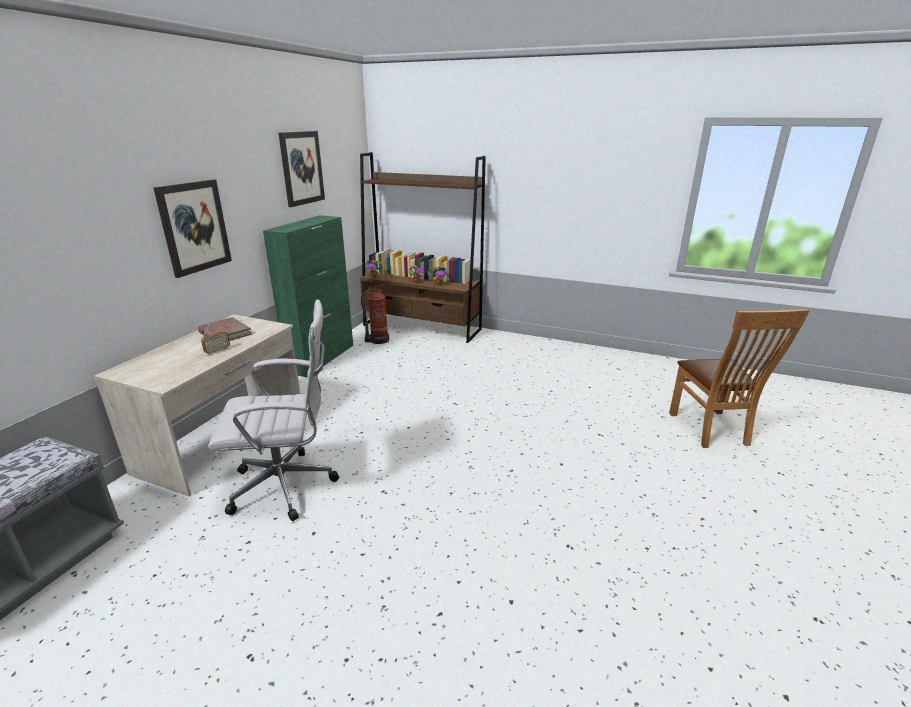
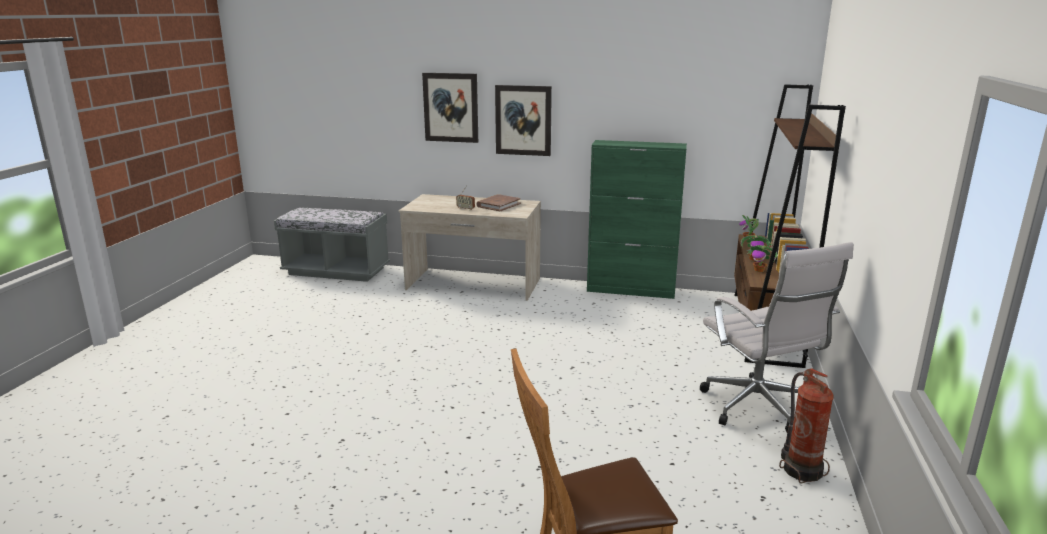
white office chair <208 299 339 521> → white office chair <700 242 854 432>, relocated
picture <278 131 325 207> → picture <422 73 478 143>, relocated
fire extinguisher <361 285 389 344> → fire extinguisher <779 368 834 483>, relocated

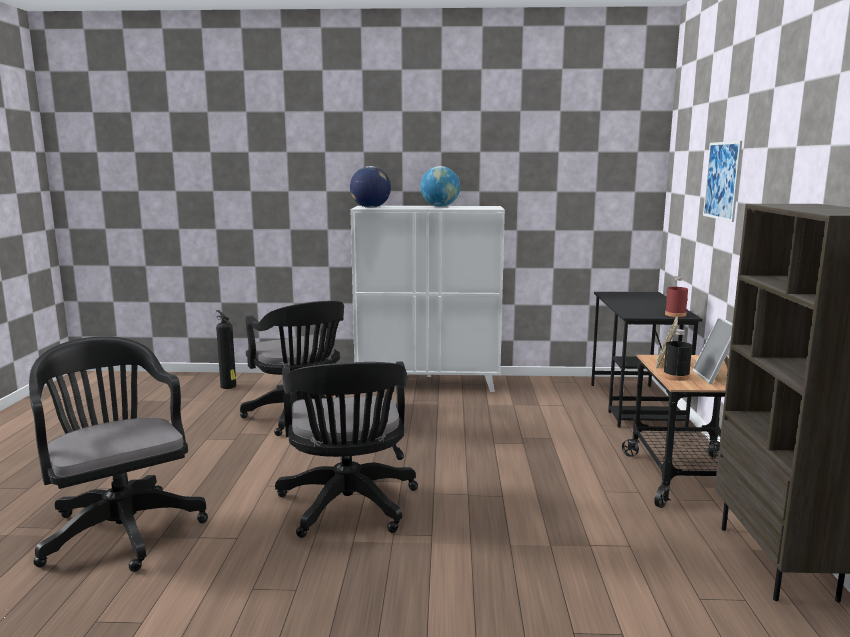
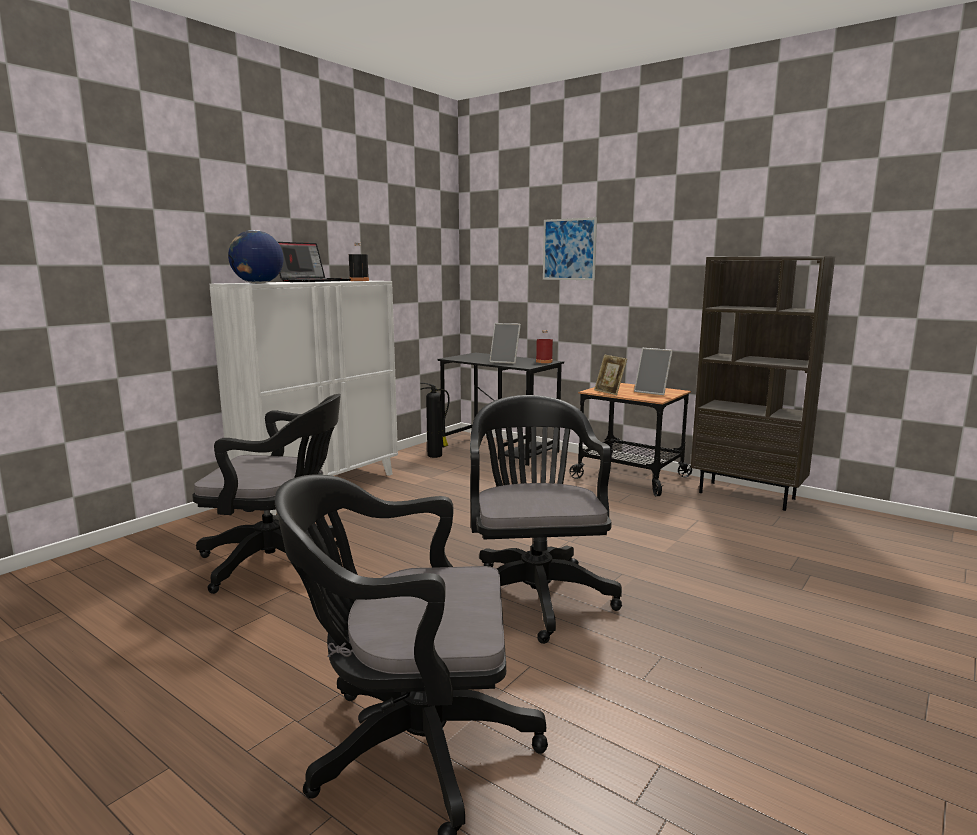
fire extinguisher <216 310 236 389> → fire extinguisher <420 382 450 458>, relocated
black office chair <275 361 418 538> → black office chair <470 395 622 644>, 120 degrees counterclockwise
globe <421 166 460 207> → laptop <278 242 351 282>
black bottle <663 329 692 381> → black bottle <349 243 369 281>, relocated
- → picture frame <489 323 521 364>

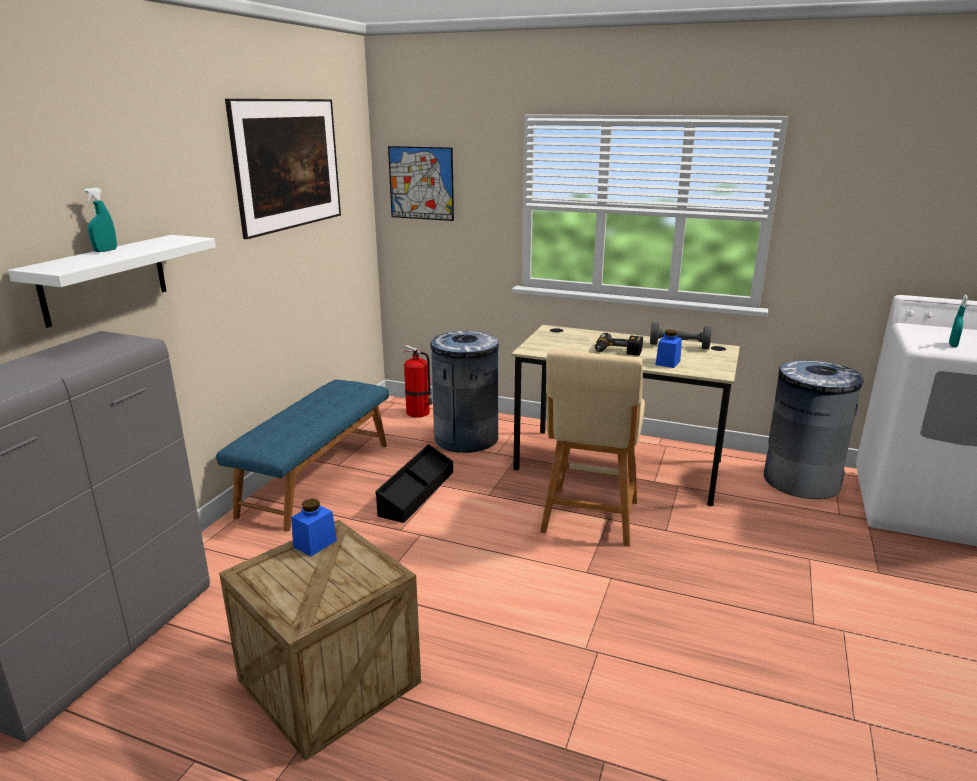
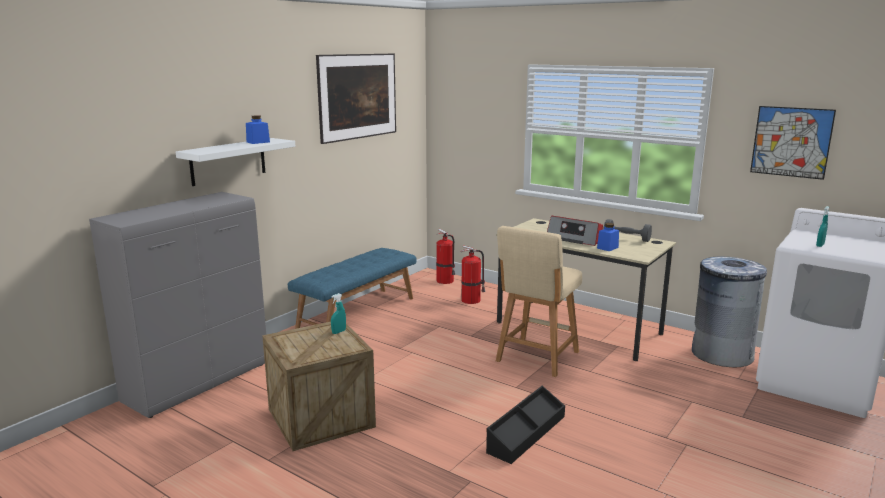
turquoise spray bottle <83 188 117 252> → turquoise spray bottle <331 293 346 334>, relocated
blue jar <291 499 337 556> → blue jar <246 115 270 144>, relocated
black storage box <375 444 453 523> → black storage box <486 386 565 464>, relocated
picture <388 146 454 221> → picture <750 106 836 180>, relocated
grey trash can <430 331 499 453> → fire extinguisher <461 245 485 304>
power drill <595 333 643 356> → radio <547 216 603 246>

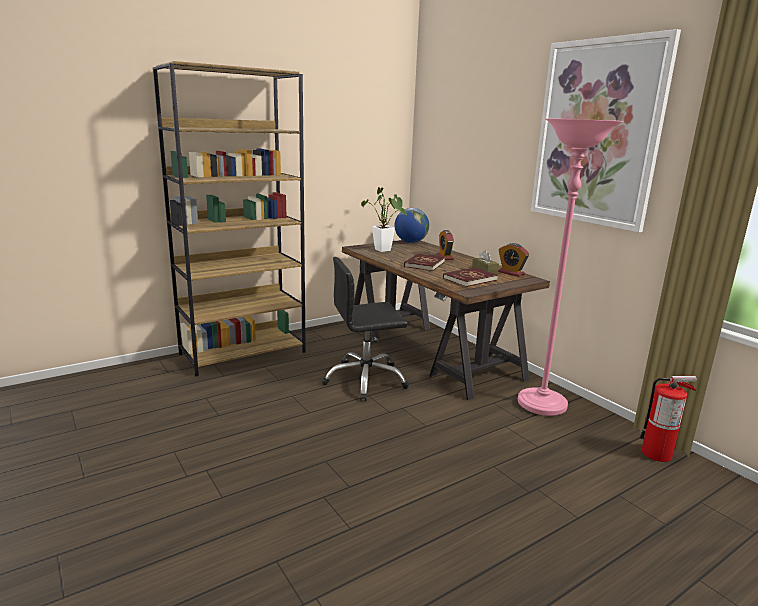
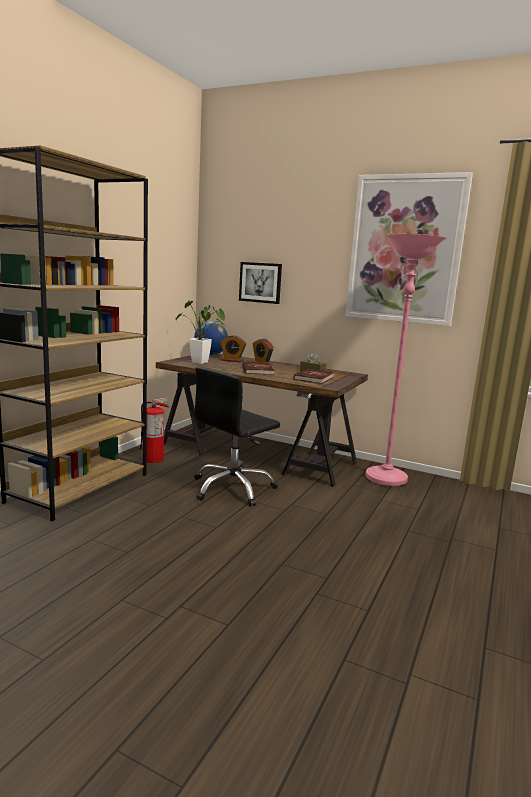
alarm clock <498 243 529 277> → alarm clock <220 335 246 362>, relocated
fire extinguisher <639 376 697 462> → fire extinguisher <139 397 169 463>, relocated
- → picture <239 262 282 304>

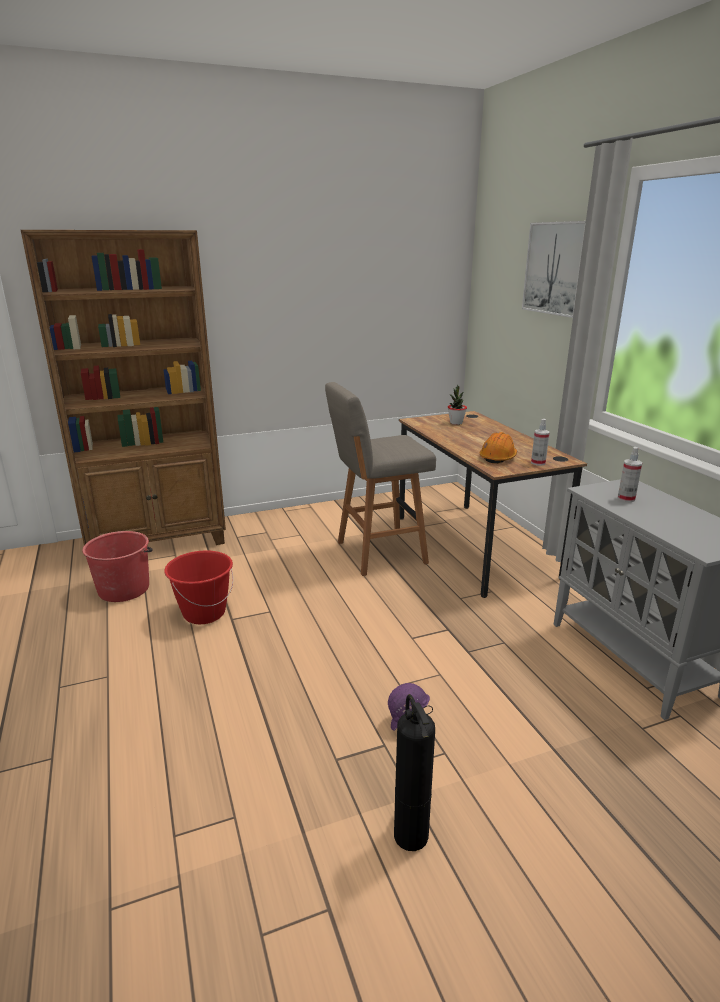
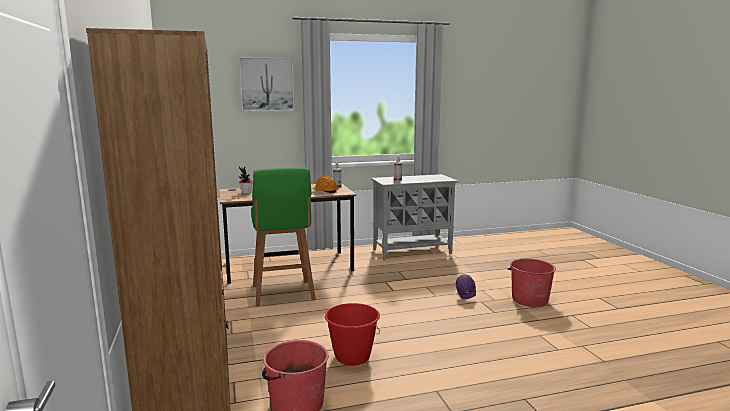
grey stool <325 382 436 576> → green stool <251 168 316 306>
fire extinguisher <394 694 435 851> → red bucket <508 259 556 307>

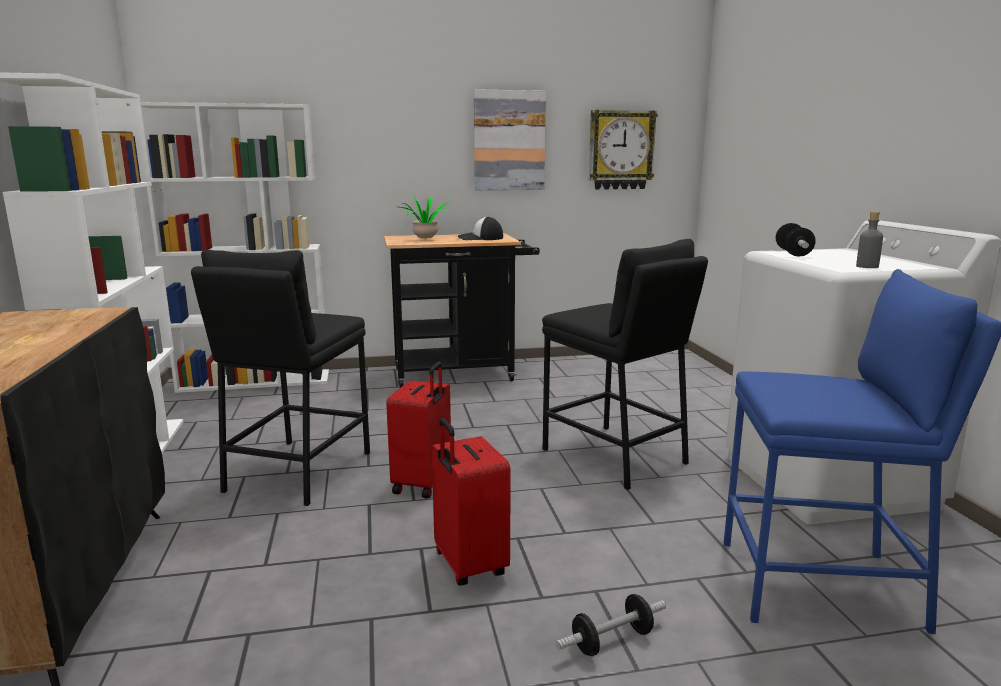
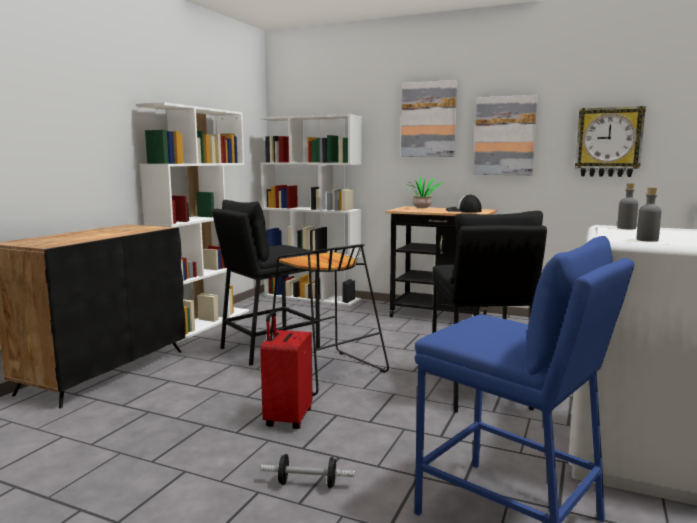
red suitcase <386 362 451 499> → black stool <270 244 389 396>
dumbbell <776 223 816 257> → grey bottle <617 183 638 229>
- → picture <401 80 457 157>

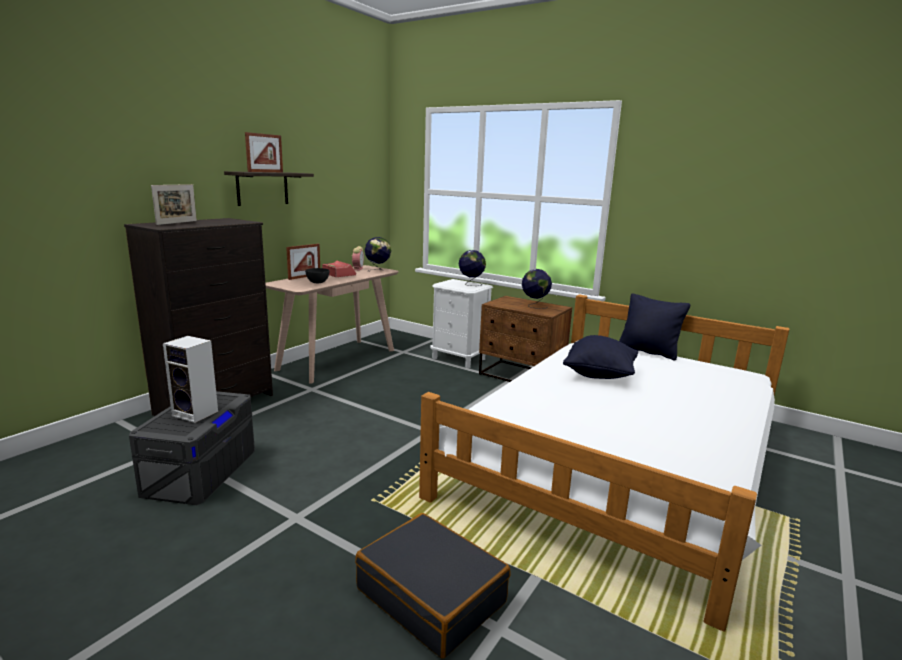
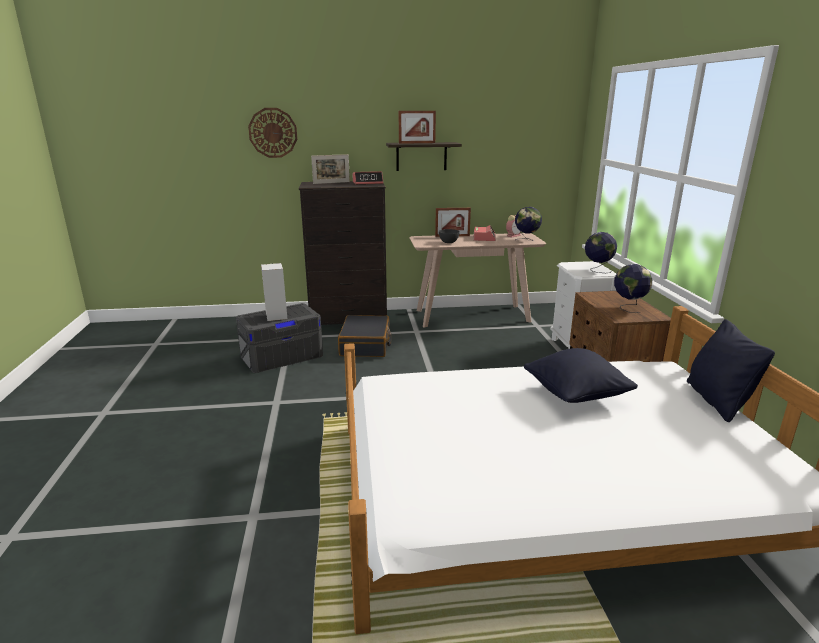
black suitcase <355 513 511 659> → black suitcase <338 315 391 357>, relocated
- → wall clock <248 108 298 158>
- → alarm clock <352 171 383 185>

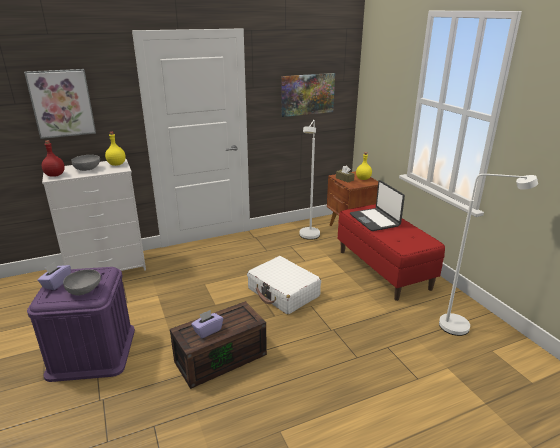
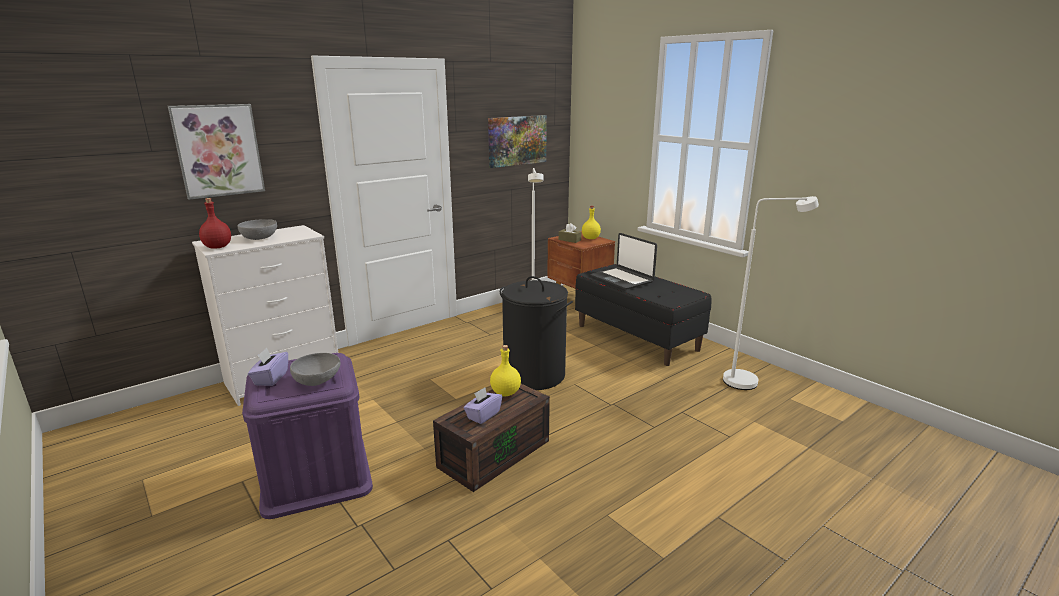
yellow bottle <105 132 126 166> → yellow bottle <490 345 521 397>, relocated
white suitcase <247 256 321 315> → black laundry basket <500 276 573 390>
red bench <338 204 445 301> → black bench <575 264 712 366>

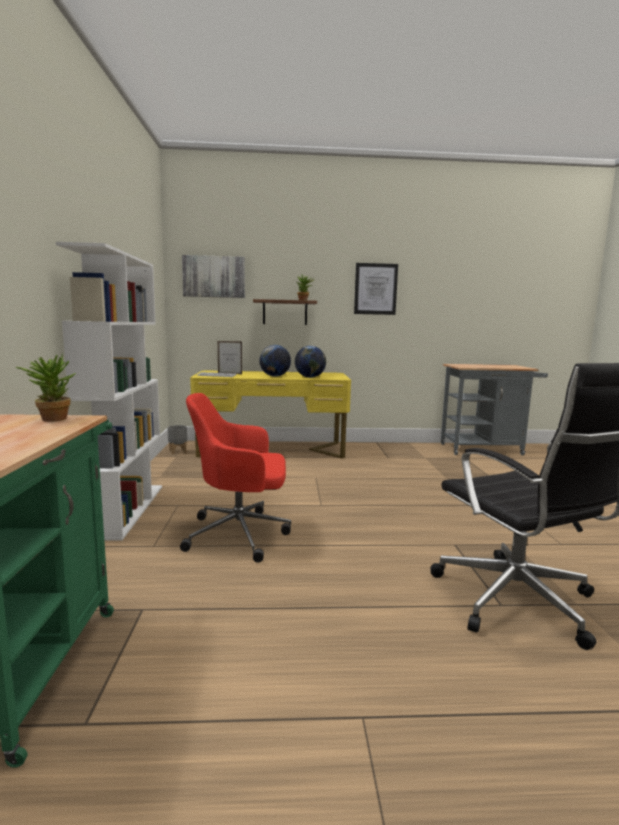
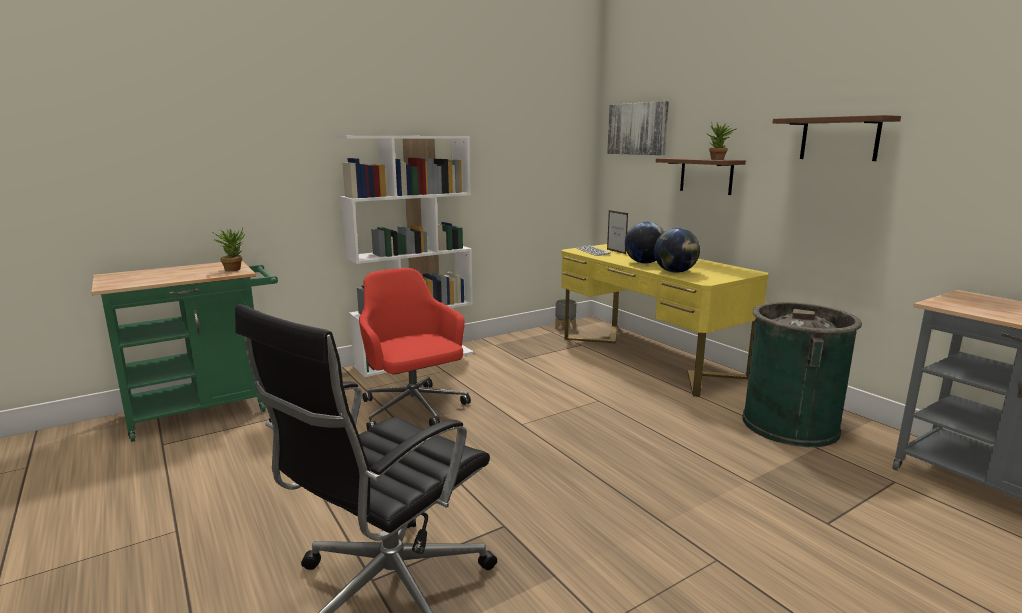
picture <354 263 398 315> → brown shelf <773 115 901 161>
- → green trash can <742 302 862 447>

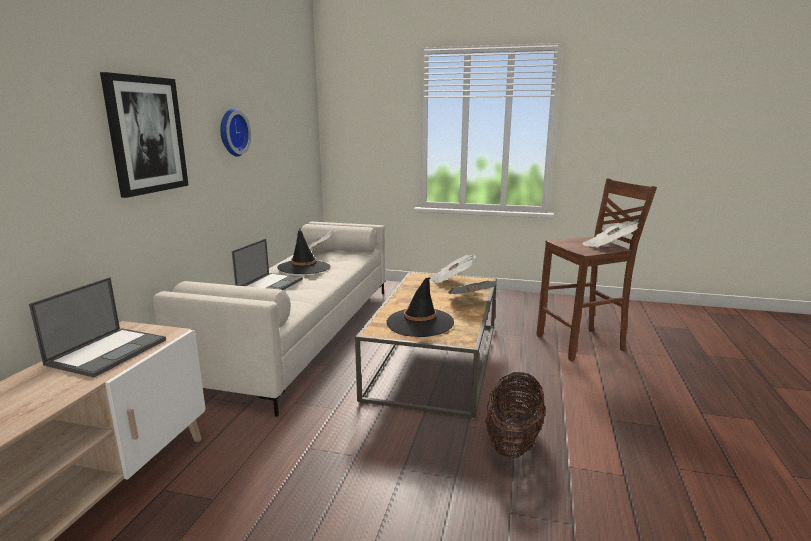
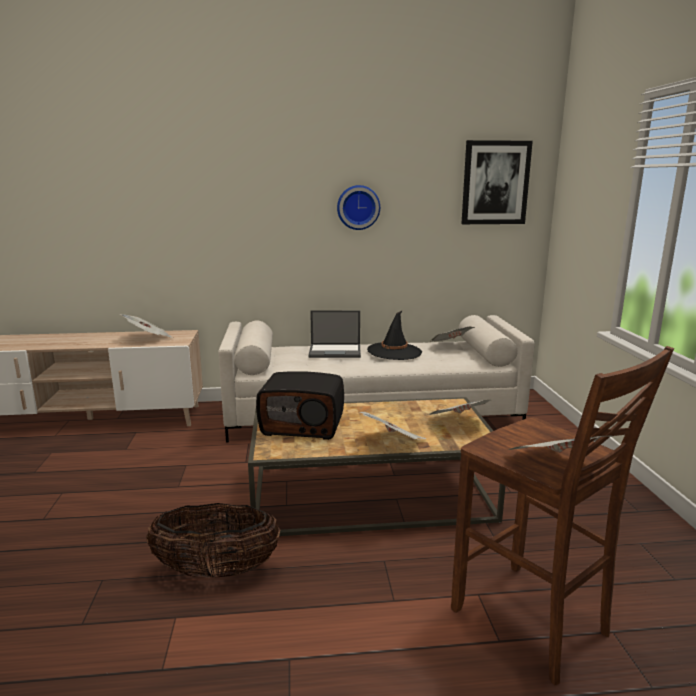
laptop <29 277 166 377> → newspaper <120 314 174 338>
picture <100 72 189 198> → picture <461 140 533 224>, relocated
black hat <387 277 454 337> → radio <256 371 344 440>

